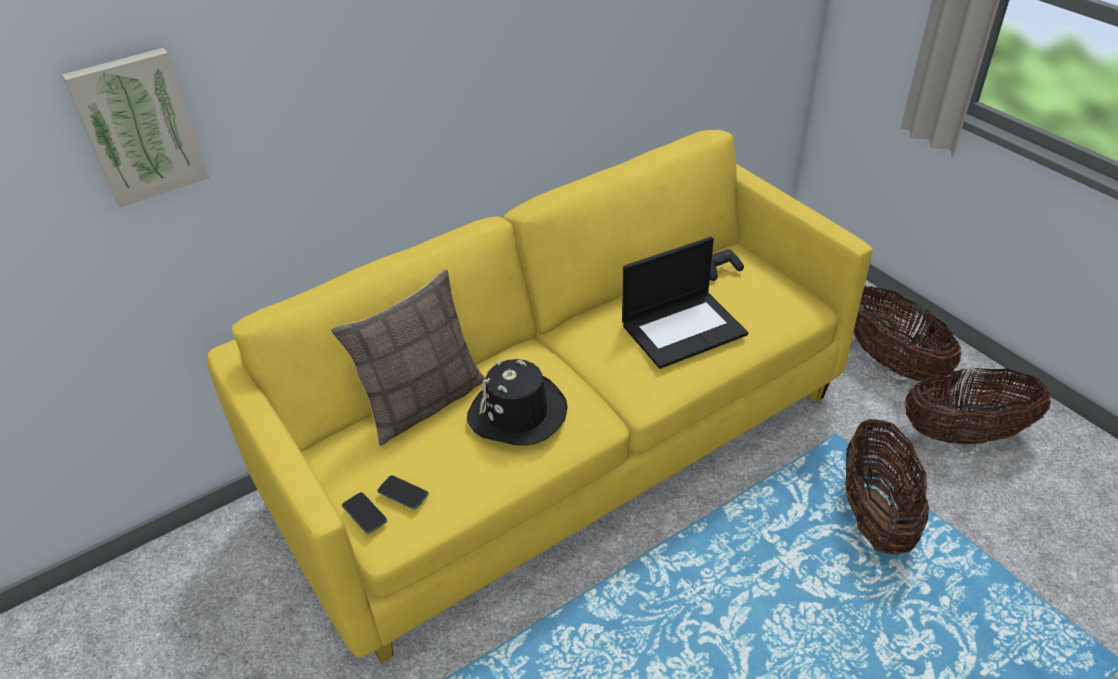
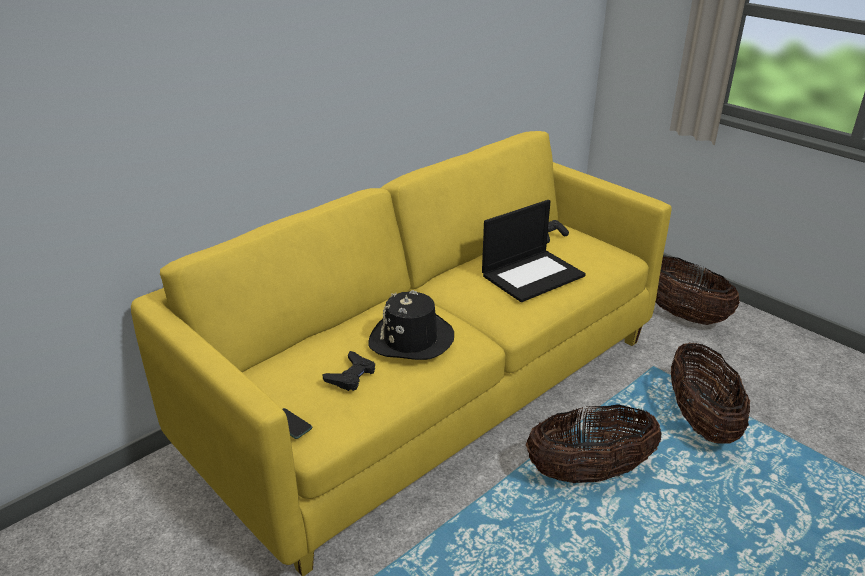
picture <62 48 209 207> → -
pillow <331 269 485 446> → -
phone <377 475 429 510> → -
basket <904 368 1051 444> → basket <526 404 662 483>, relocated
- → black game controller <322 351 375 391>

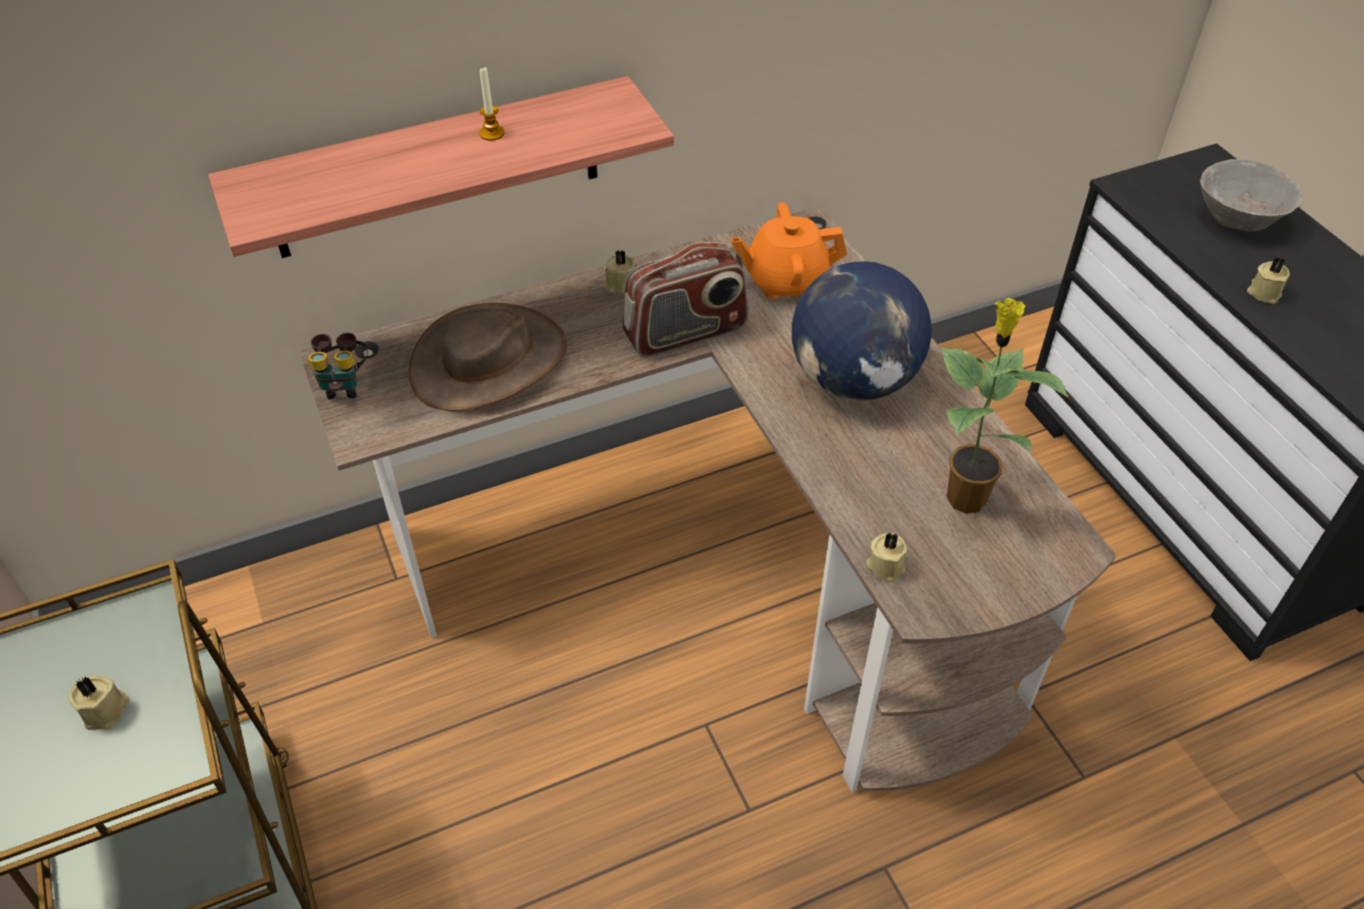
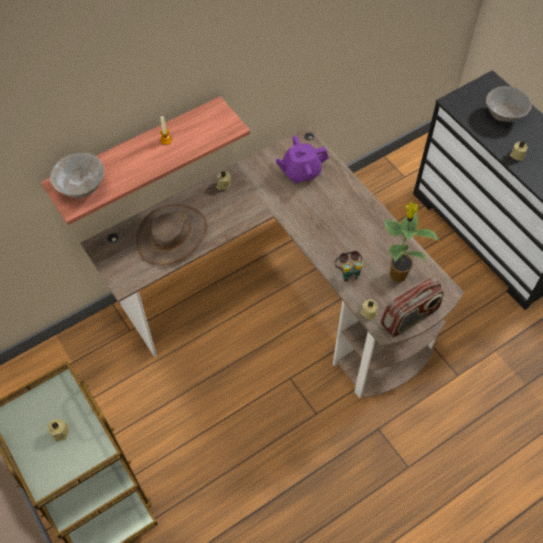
binoculars <308 333 368 399> → binoculars <335 251 363 282>, relocated
radio <622 242 749 357> → radio <380 277 444 338>, relocated
orange teapot <731 202 847 299> → purple teapot <275 135 329 183>
globe <792 261 932 401> → -
- → grey bowl <50 153 104 198>

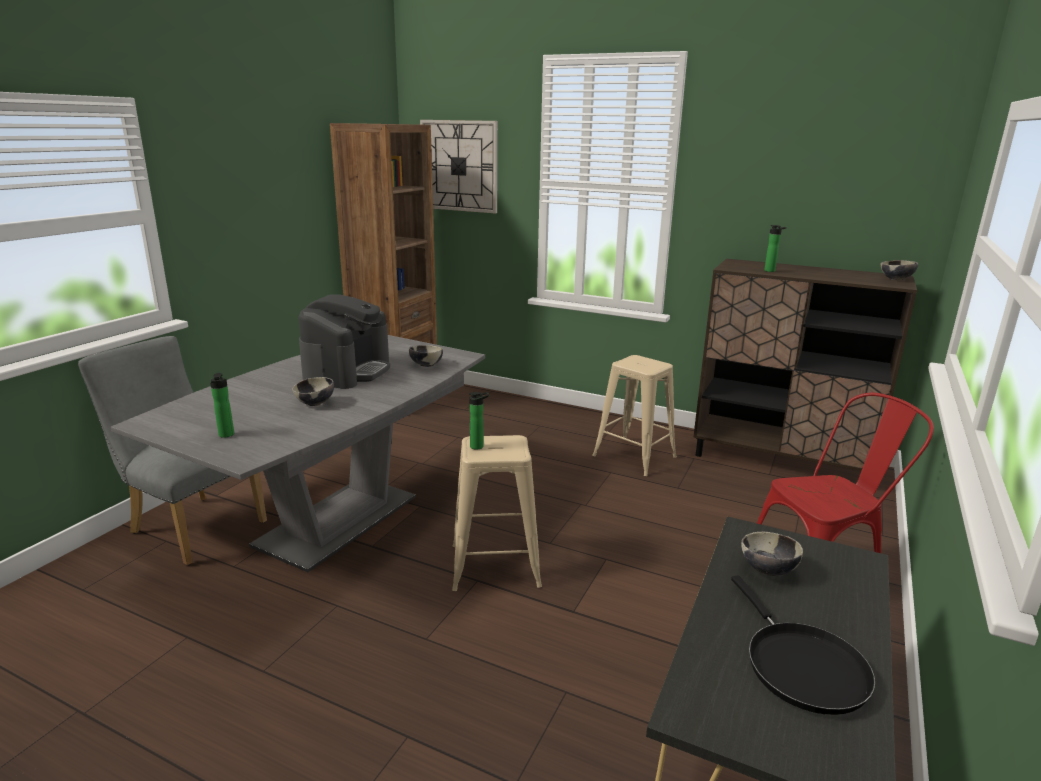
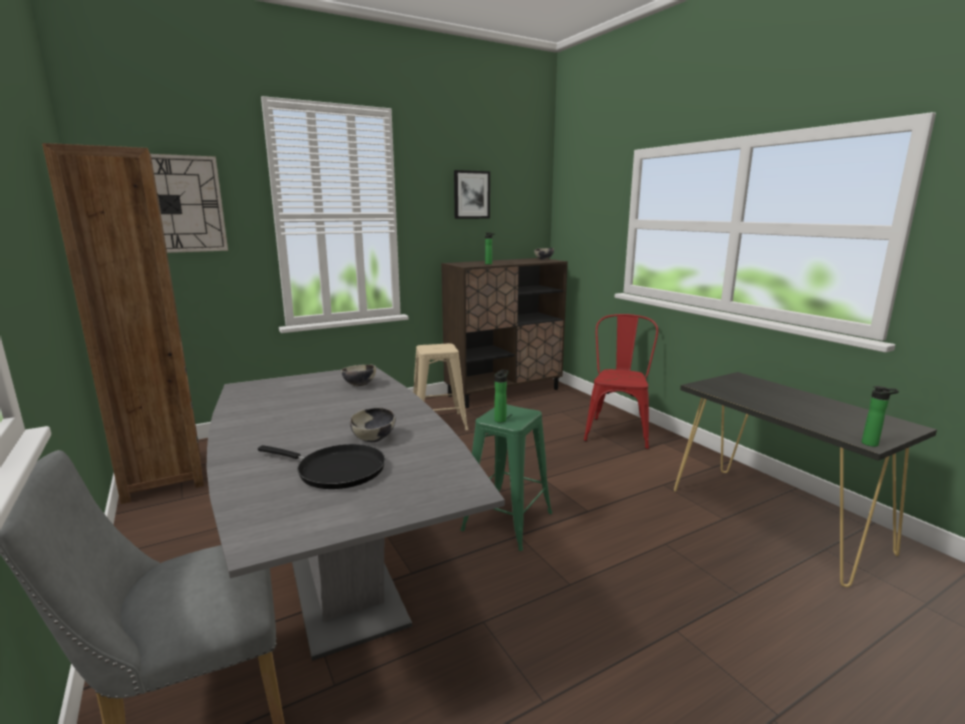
bottle <210 373 234 438> → bottle <862 386 899 447>, relocated
coffee machine <298 295 390 389> → -
beige stool <452 435 542 591> → green stool <461 404 552 551>
black frying pan <731 576 876 715> → black frying pan <258 444 385 489>, relocated
bowl <741 532 803 576> → -
- → picture <454 170 490 219>

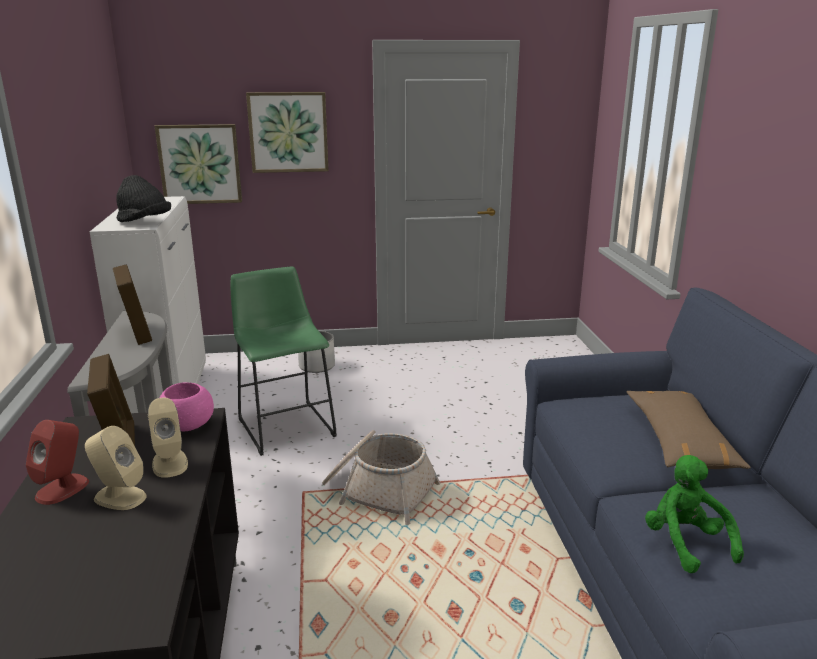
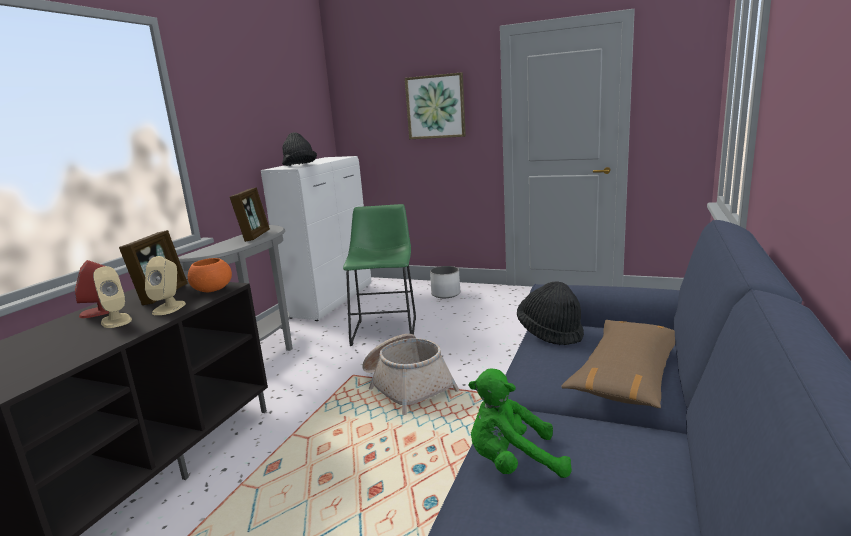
picture <155 124 242 204> → -
pink bowl <160 382 214 431> → orange bowl <188 258 232 292>
green plush toy <645 455 744 573> → green plush toy <469 368 572 478>, 105 degrees counterclockwise
- → black hat <517 281 584 345>

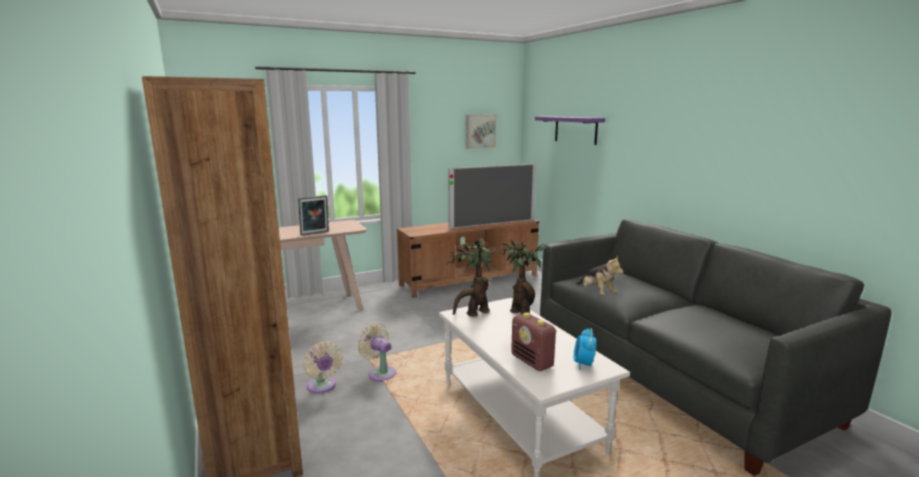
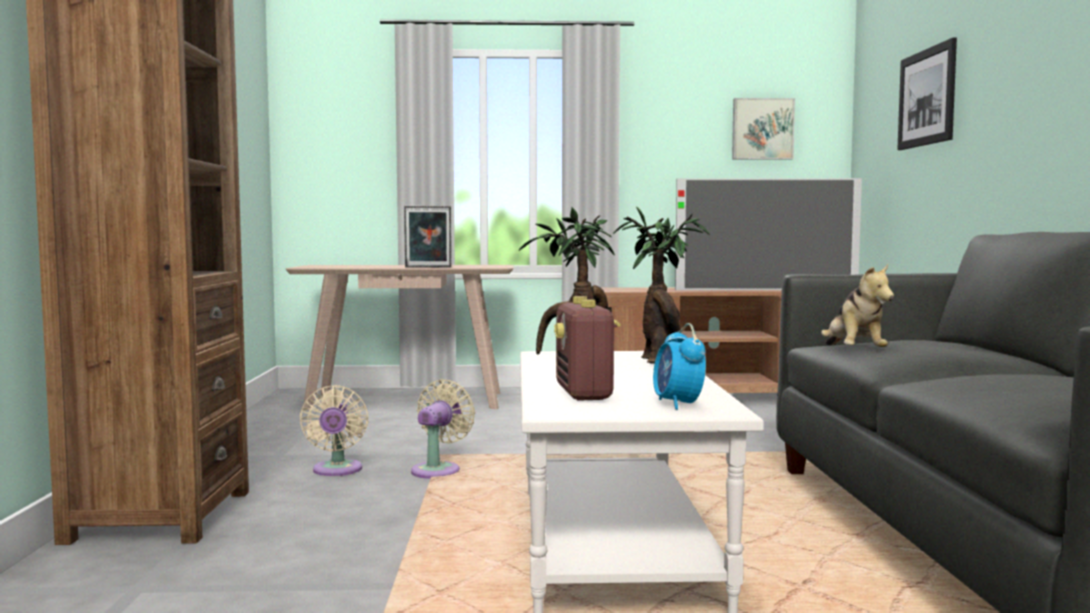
beige fan <357 323 396 382> → beige fan <411 379 475 479>, 45 degrees clockwise
purple shelf <535 116 605 145> → picture <897 37 957 150>
alarm clock <574 328 596 370> → alarm clock <653 323 706 410>, 45 degrees counterclockwise

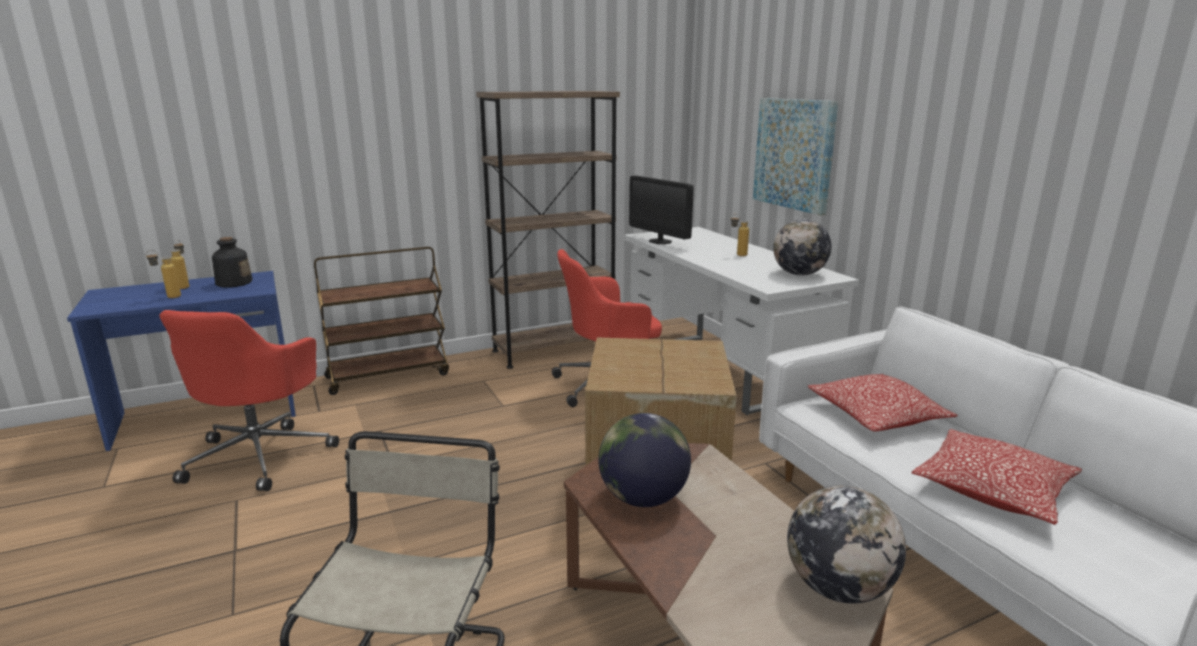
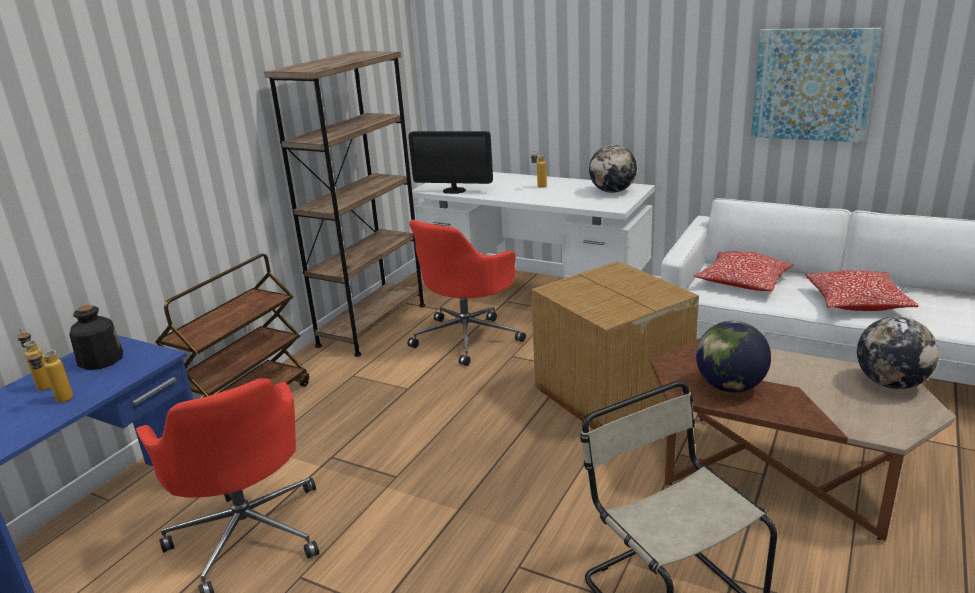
picture <753 98 838 215> → picture <751 28 881 143>, relocated

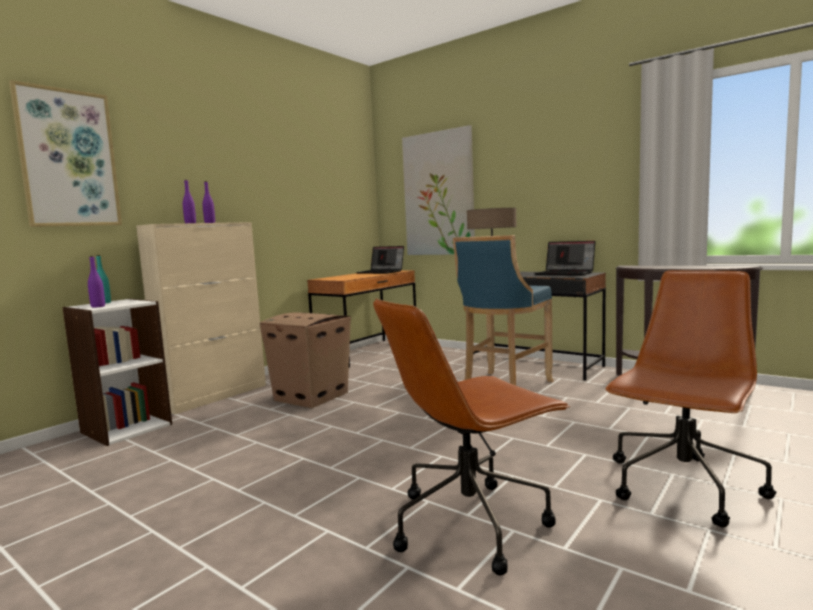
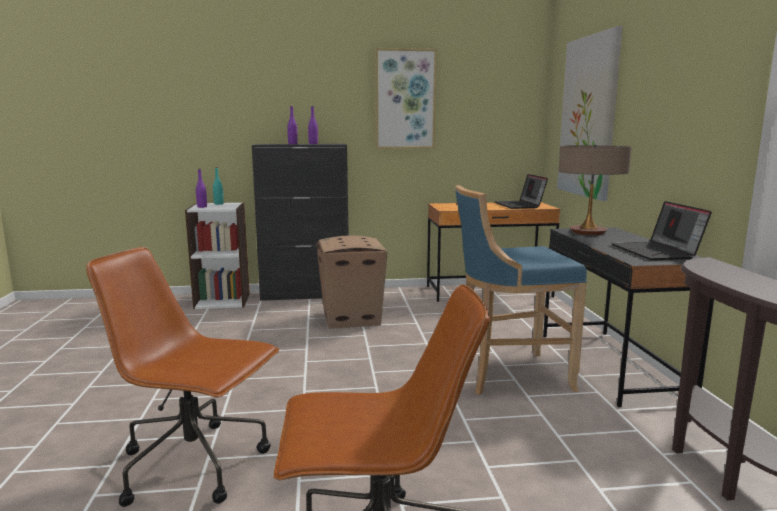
picture <9 80 122 227> → picture <375 48 437 149>, relocated
beige cabinet <136 222 266 414> → black cabinet <252 144 349 301>

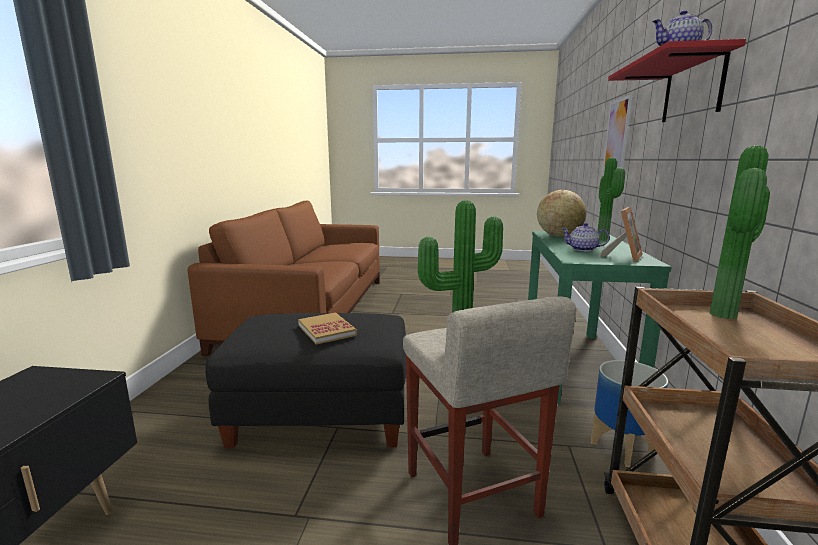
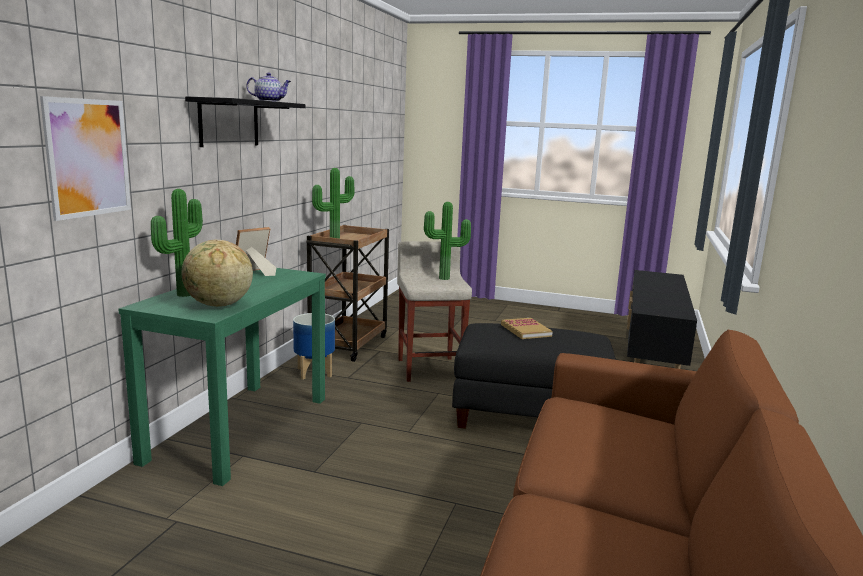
teapot <561 223 610 251> → -
red shelf <608 39 746 122> → black shelf <185 96 306 147>

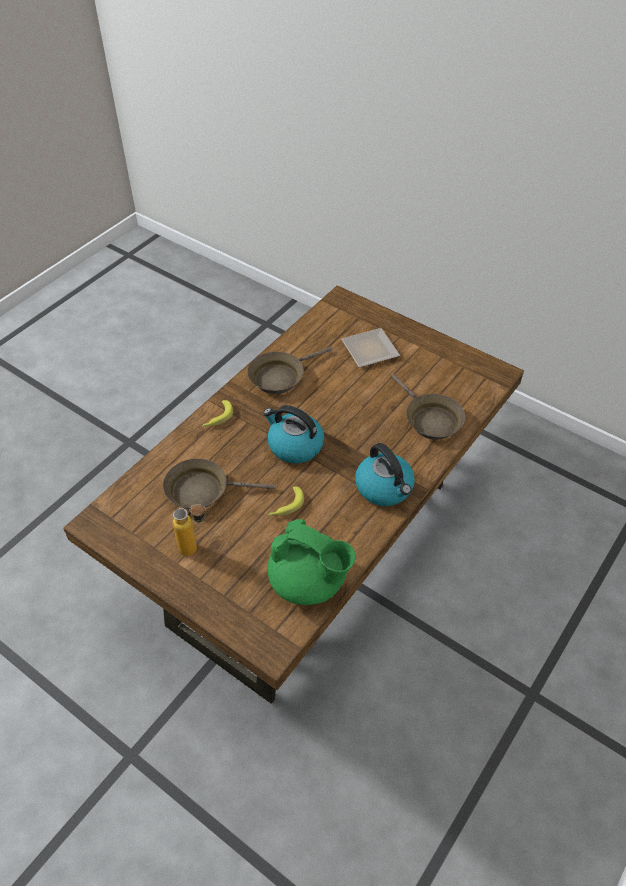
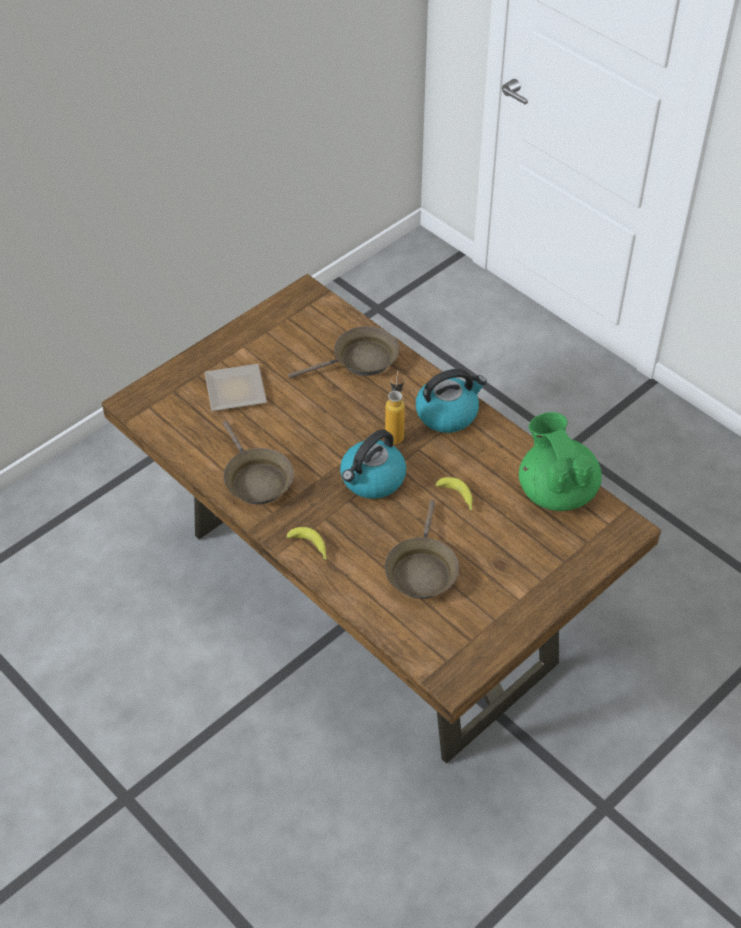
bottle <173 504 206 556> → bottle <385 371 405 445>, relocated
green teapot <268 519 356 605> → green teapot <519 412 602 511>, 60 degrees counterclockwise

